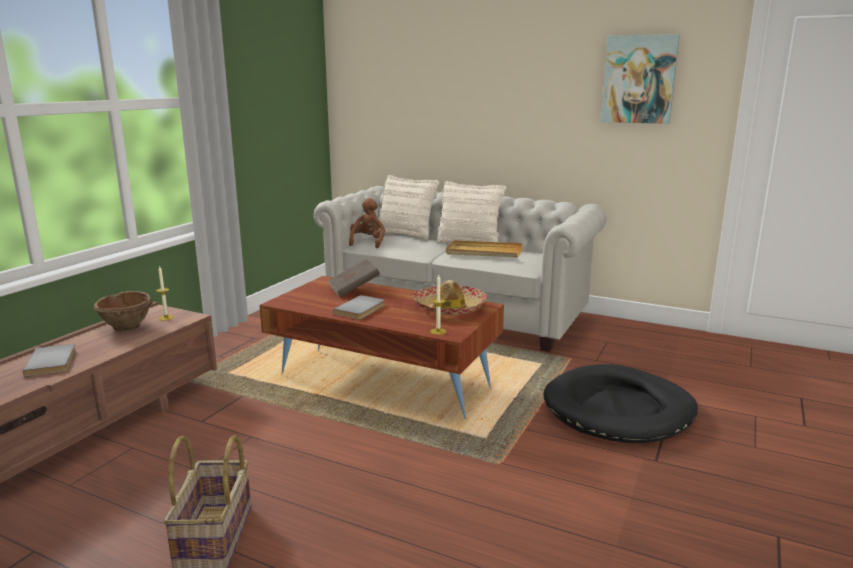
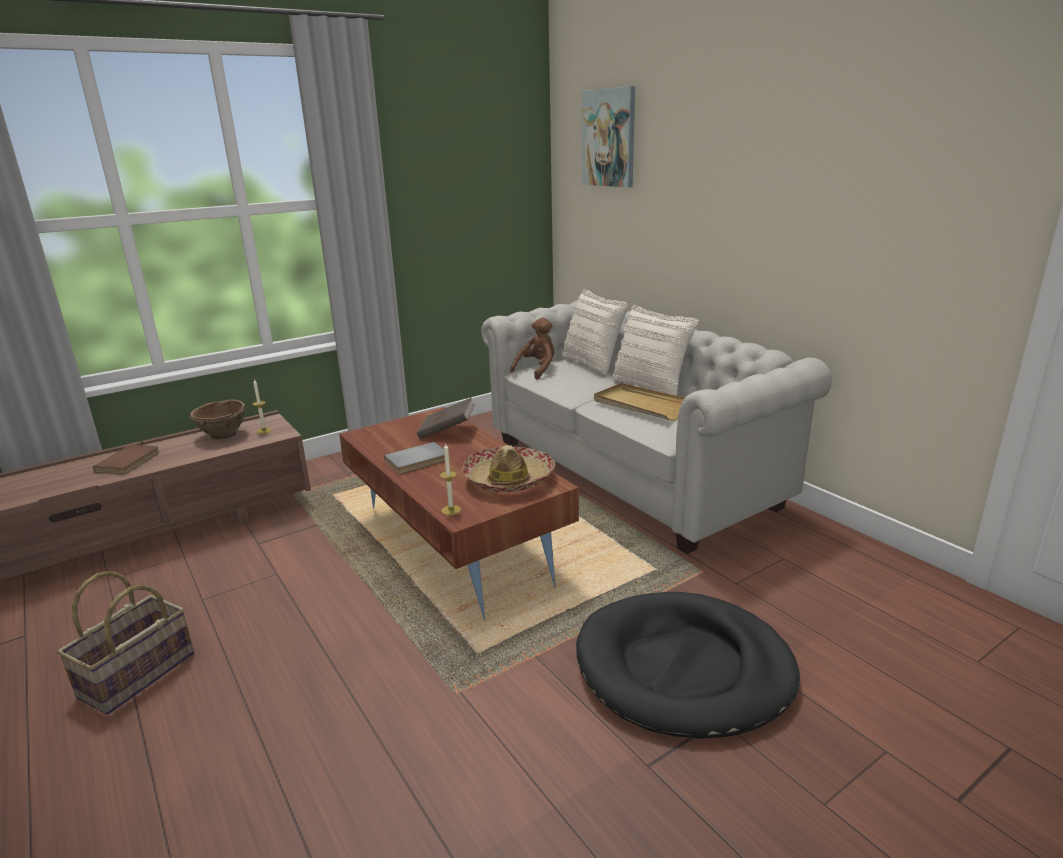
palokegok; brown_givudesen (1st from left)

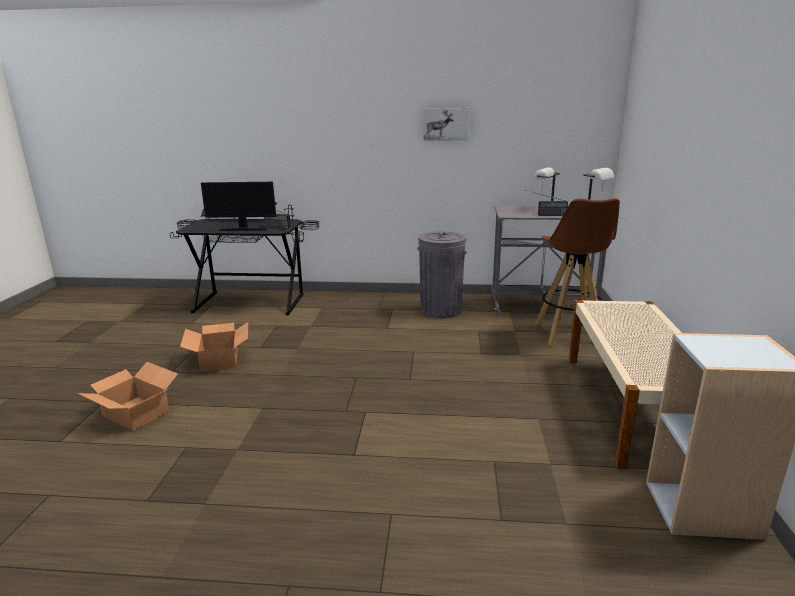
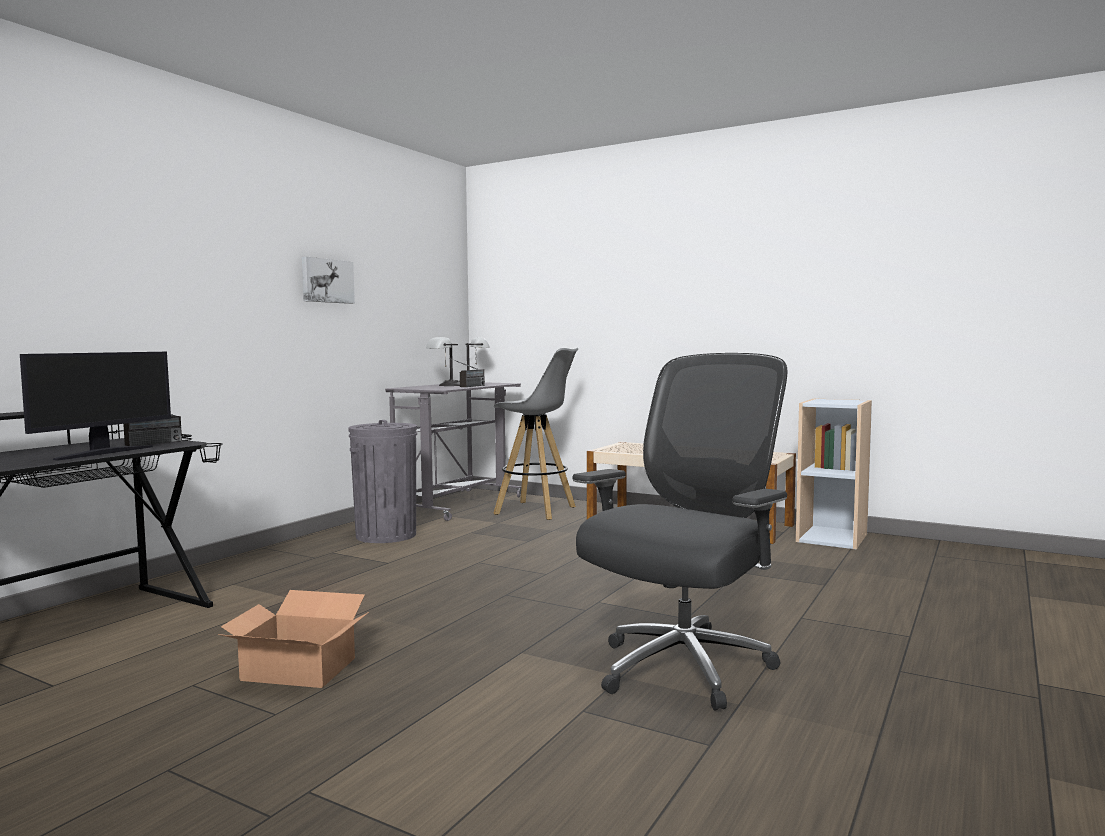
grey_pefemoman; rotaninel (1st from left in the first image); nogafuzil

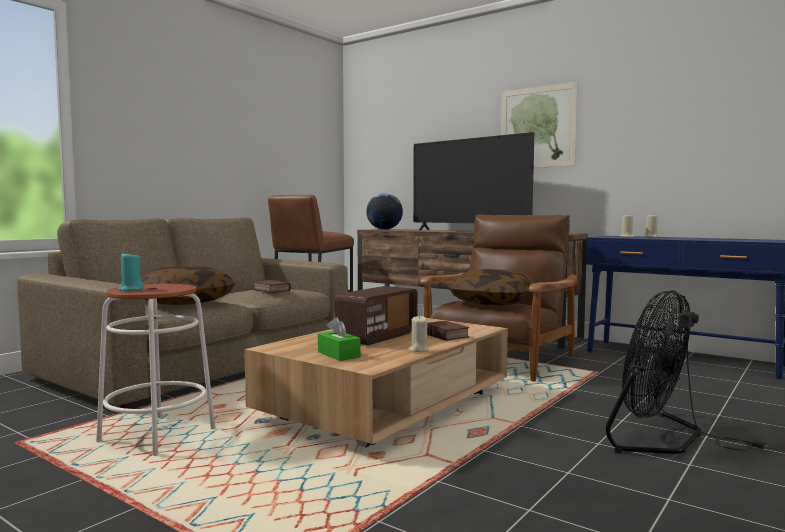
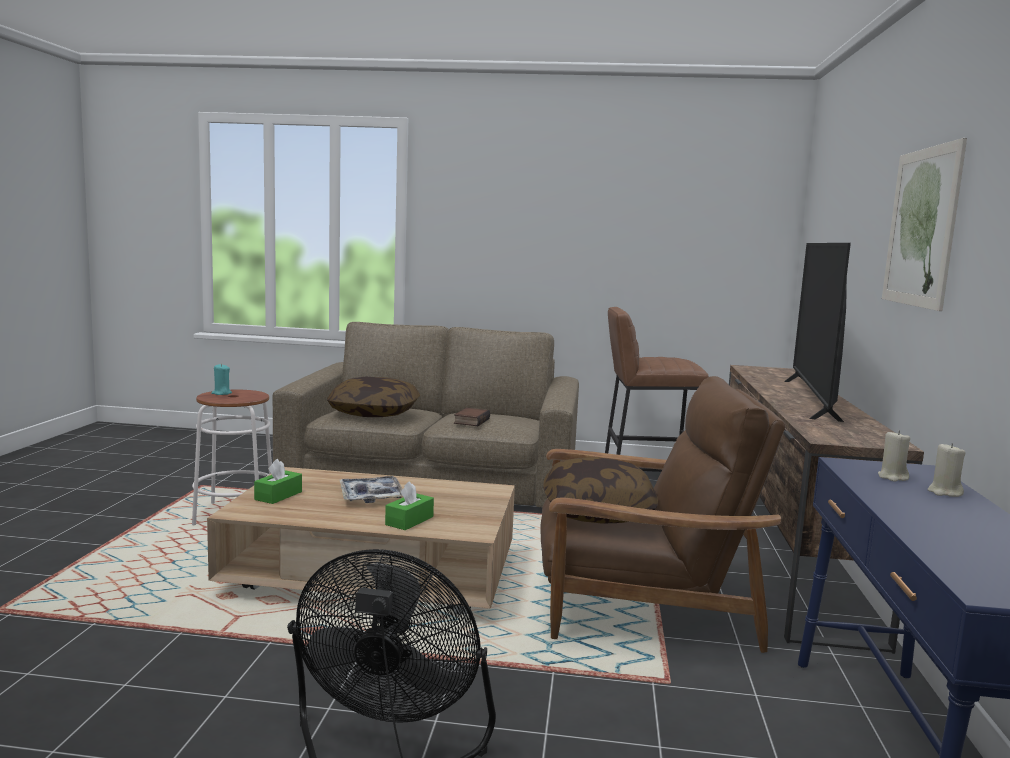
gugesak; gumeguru; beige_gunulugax (1st from left in the first image); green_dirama (2nd from left)

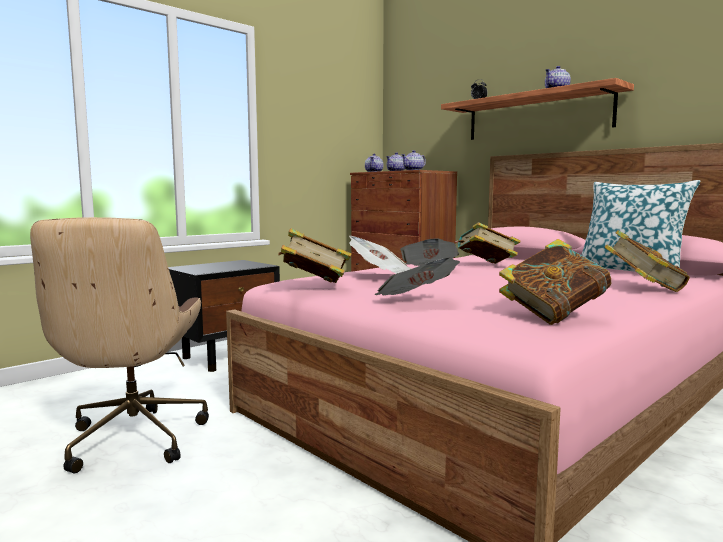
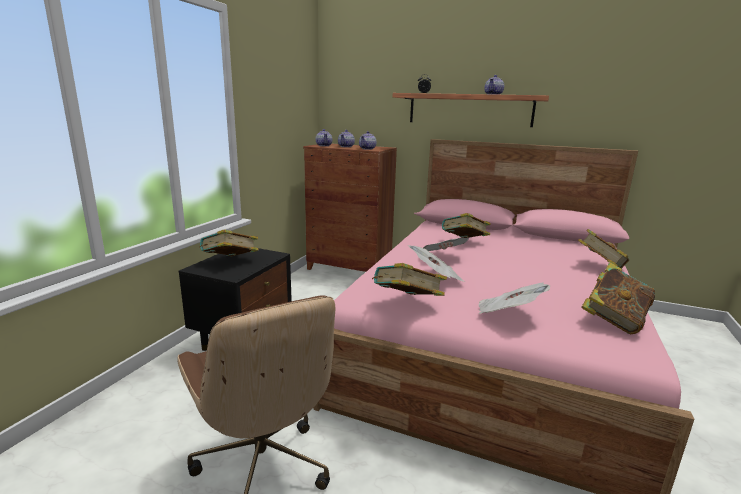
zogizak; givudesen (1st from left)

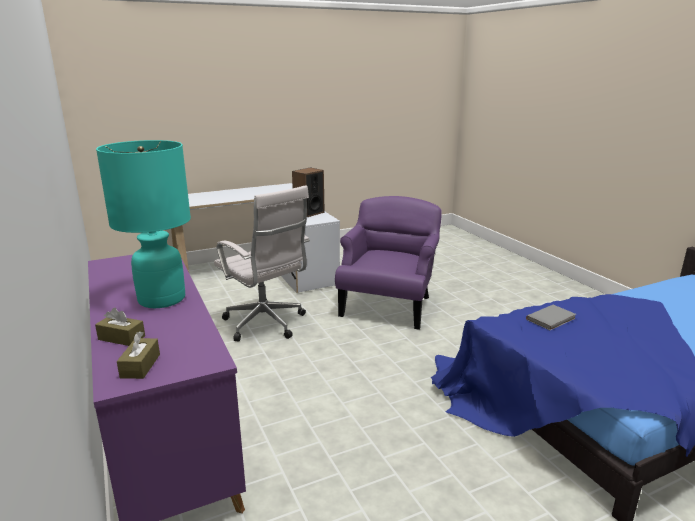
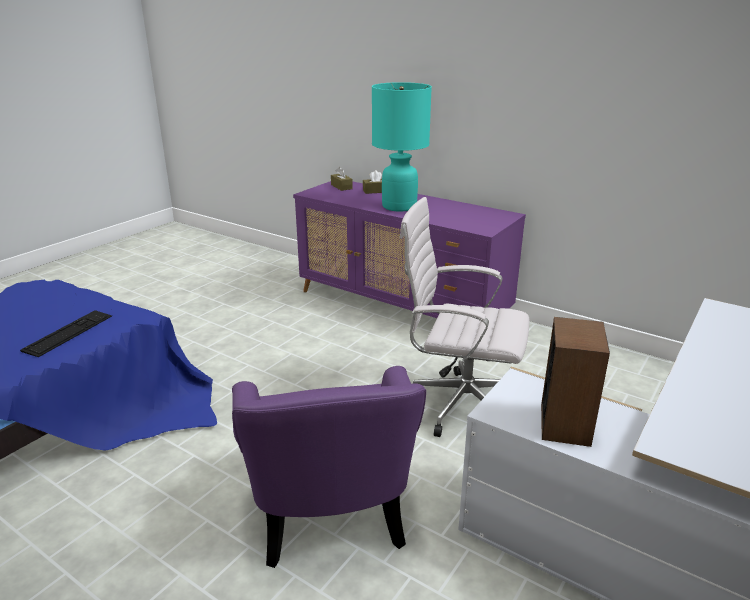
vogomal

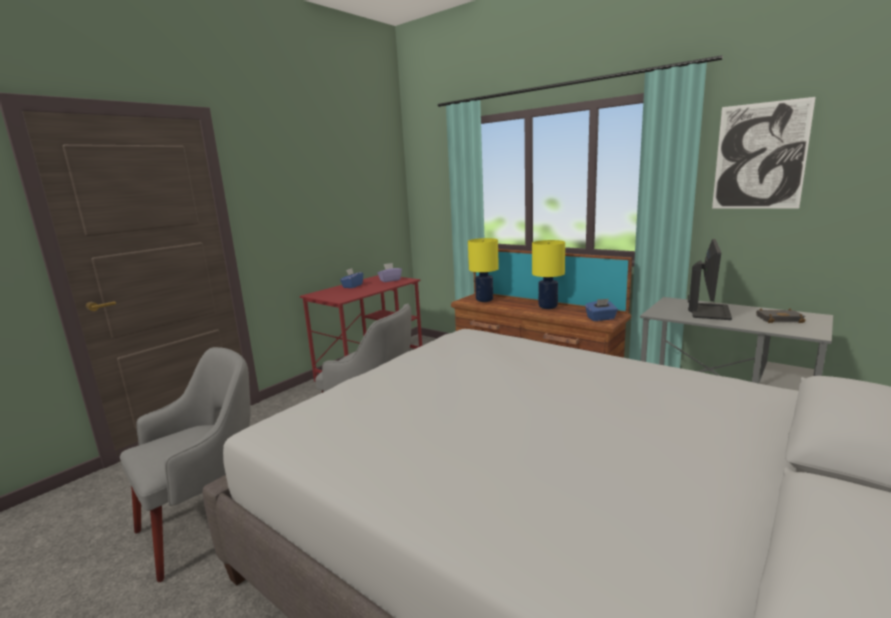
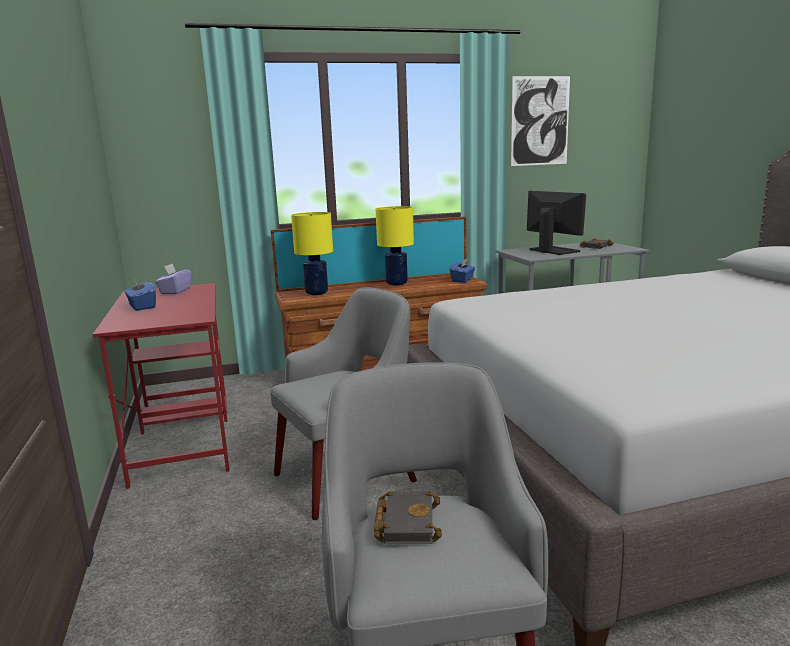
black_givudesen (1st from left)

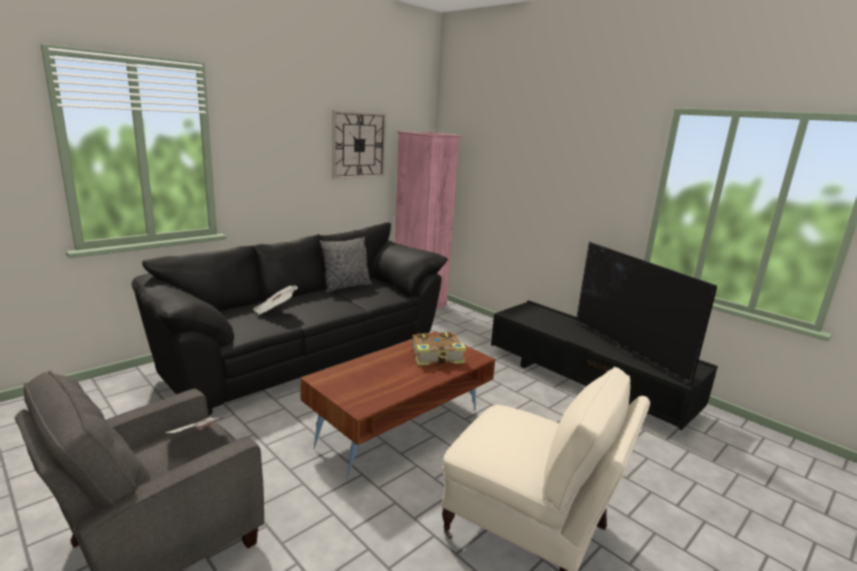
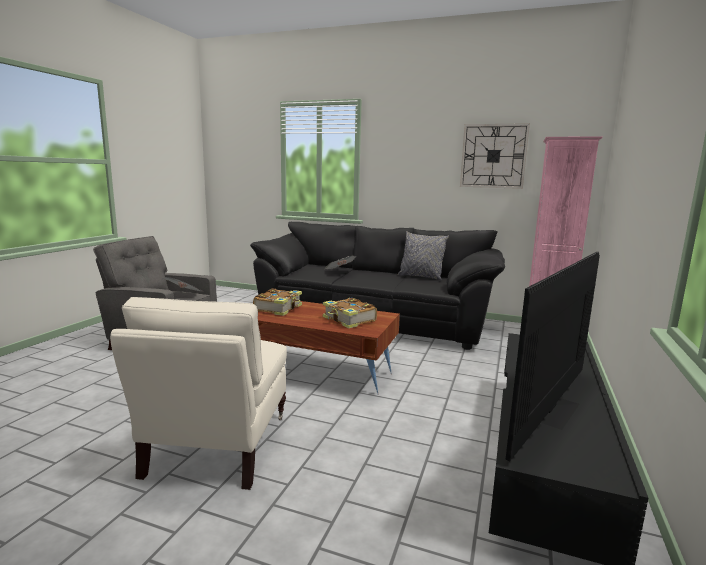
givudesen (1st from left)

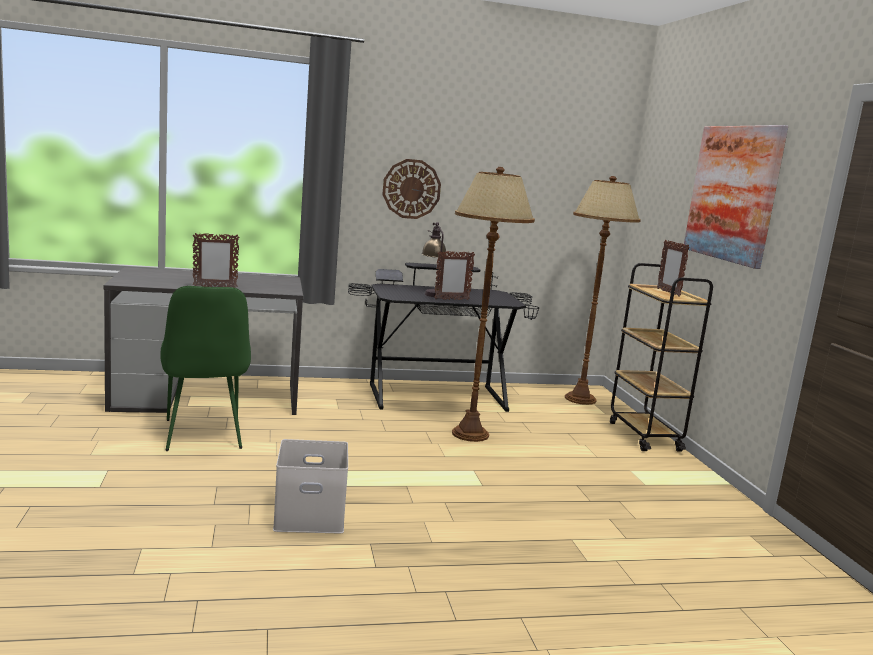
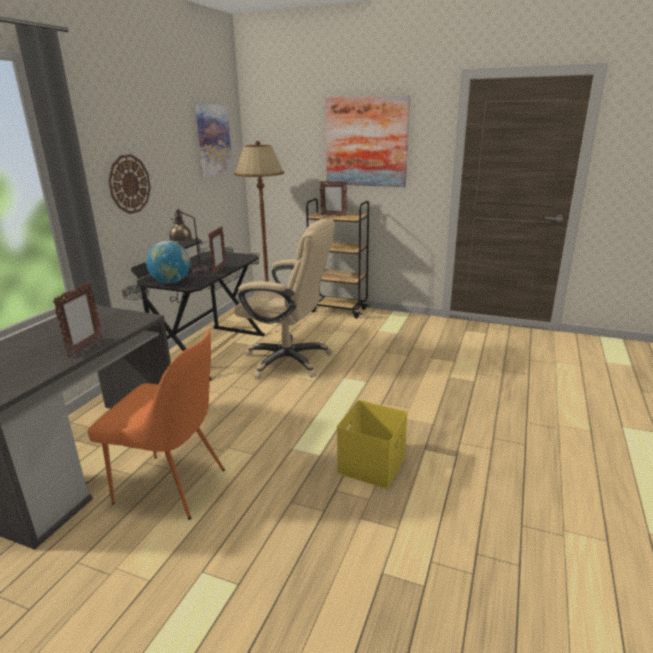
beige_nogafuzil; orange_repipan; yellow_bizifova; palokegok (1st from left); gugesak

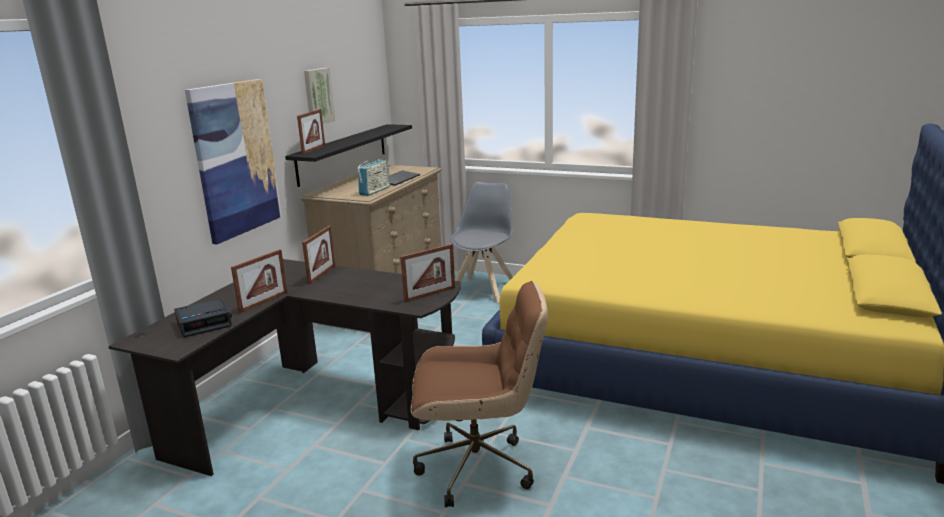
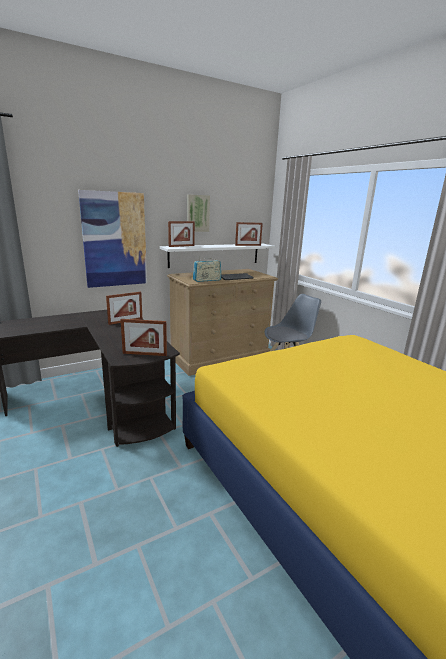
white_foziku; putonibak (4th from left); brown_nogafuzil; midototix

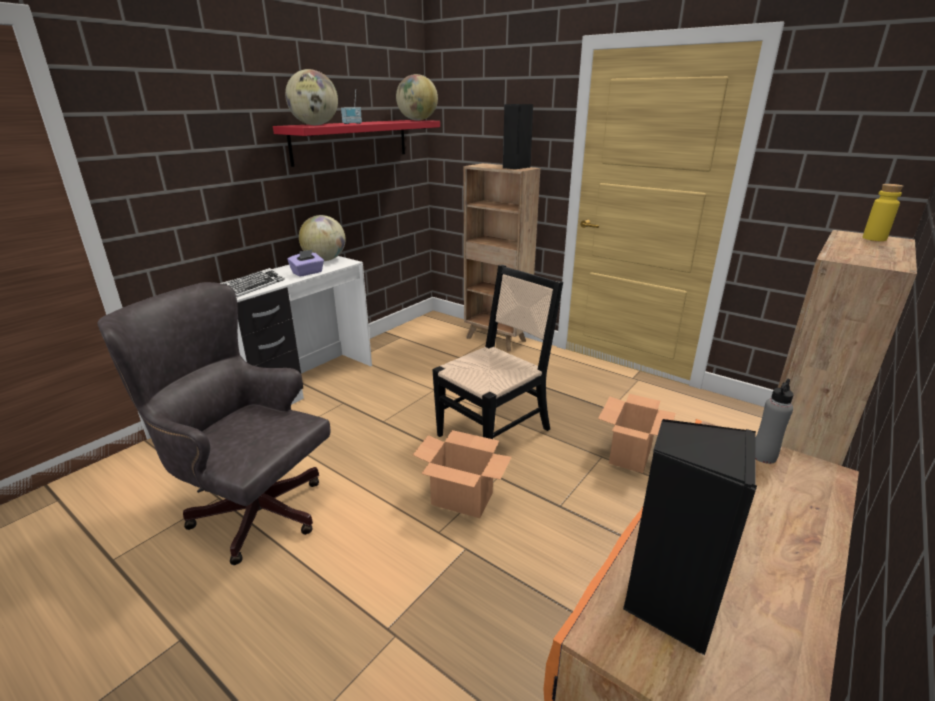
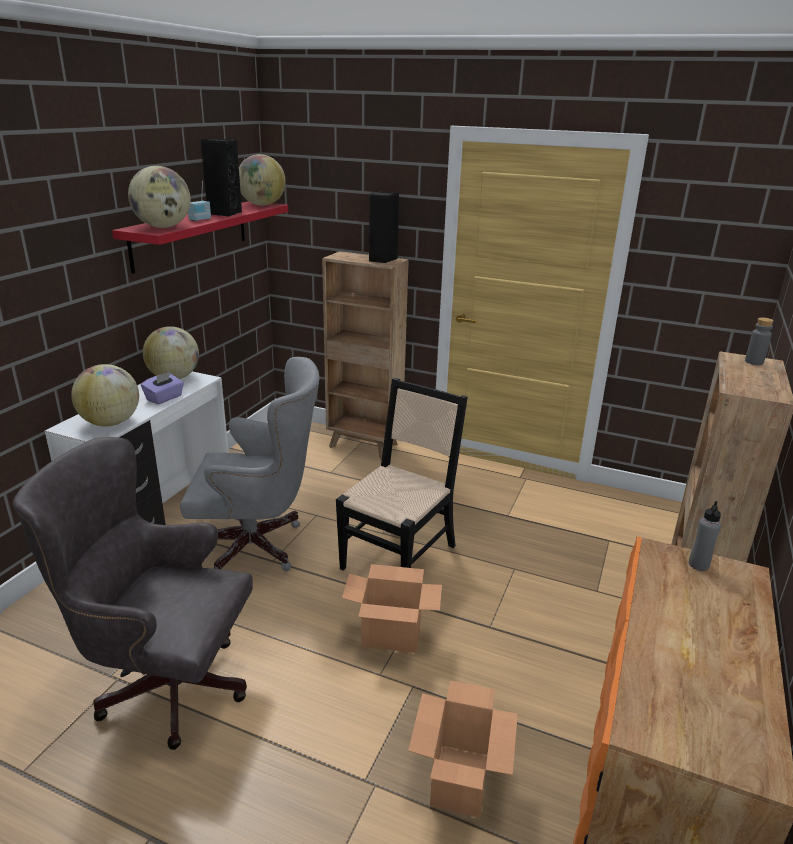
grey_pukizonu (2nd from left); gugesak (1st from left); rotaninel (2nd from left); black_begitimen (1st from left); grey_nogafuzil (2nd from left)

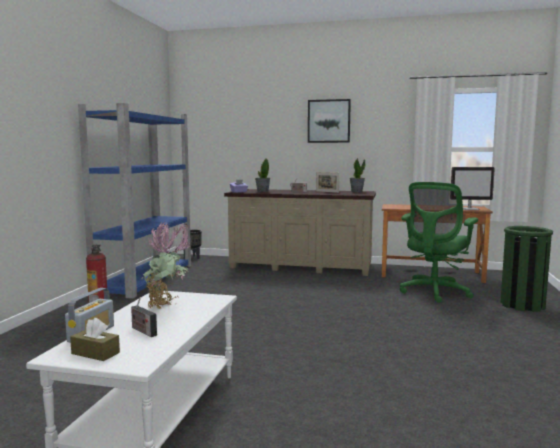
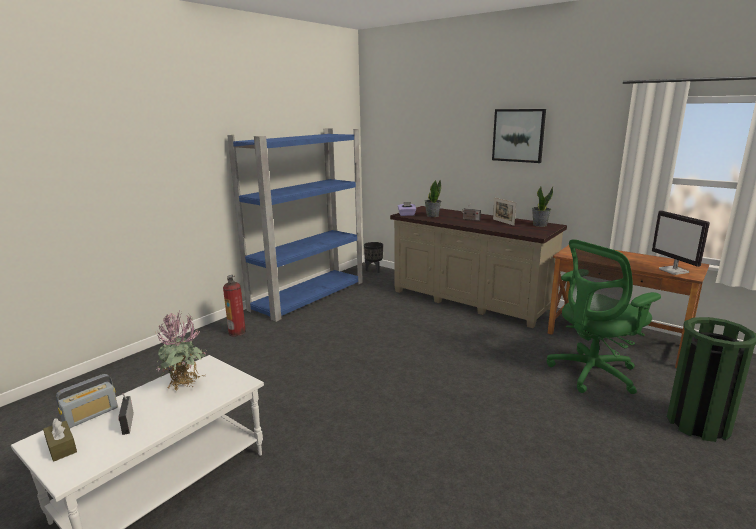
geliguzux

